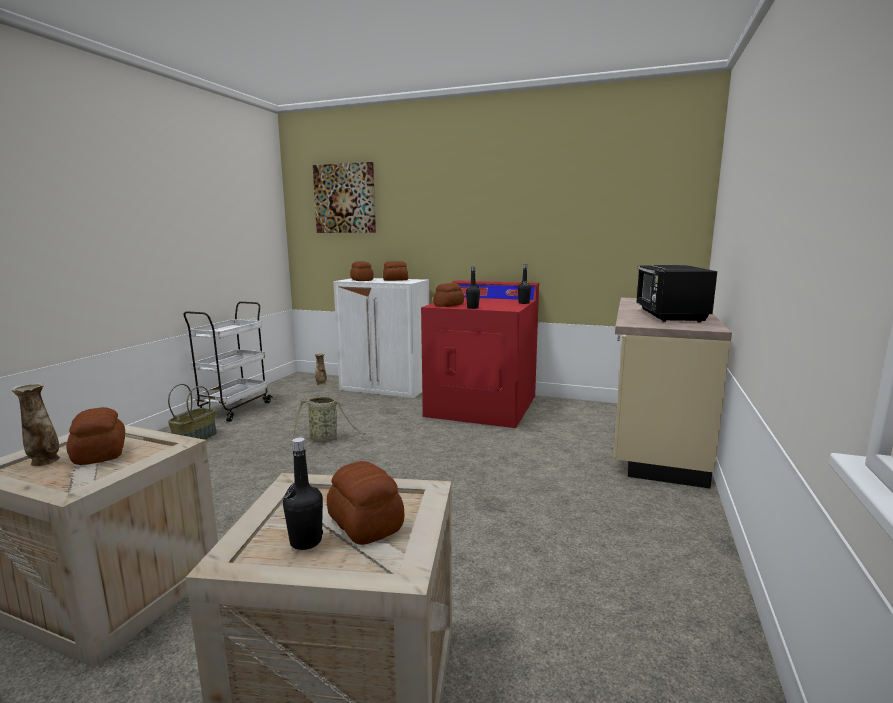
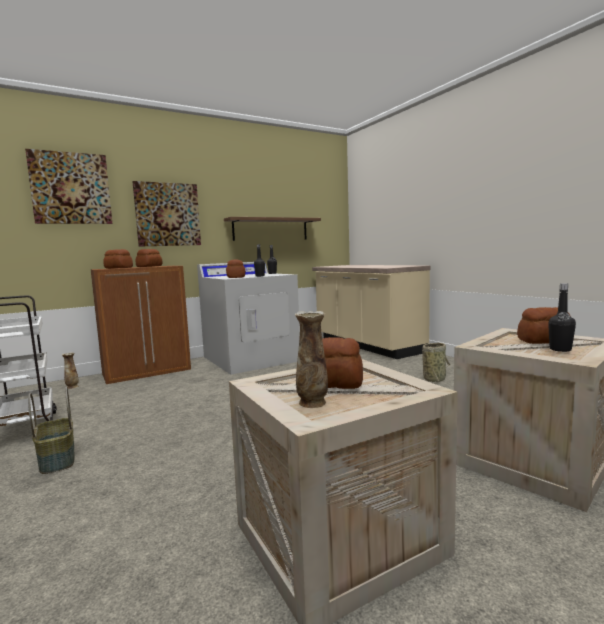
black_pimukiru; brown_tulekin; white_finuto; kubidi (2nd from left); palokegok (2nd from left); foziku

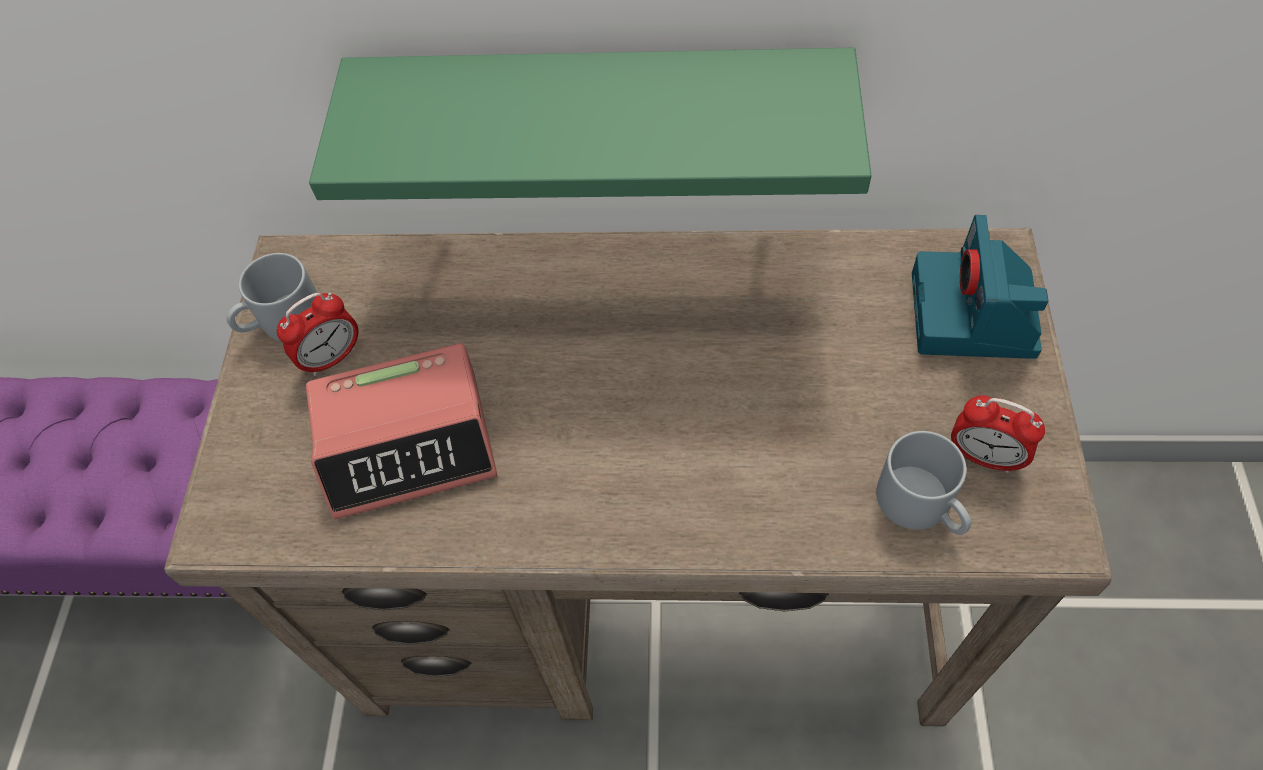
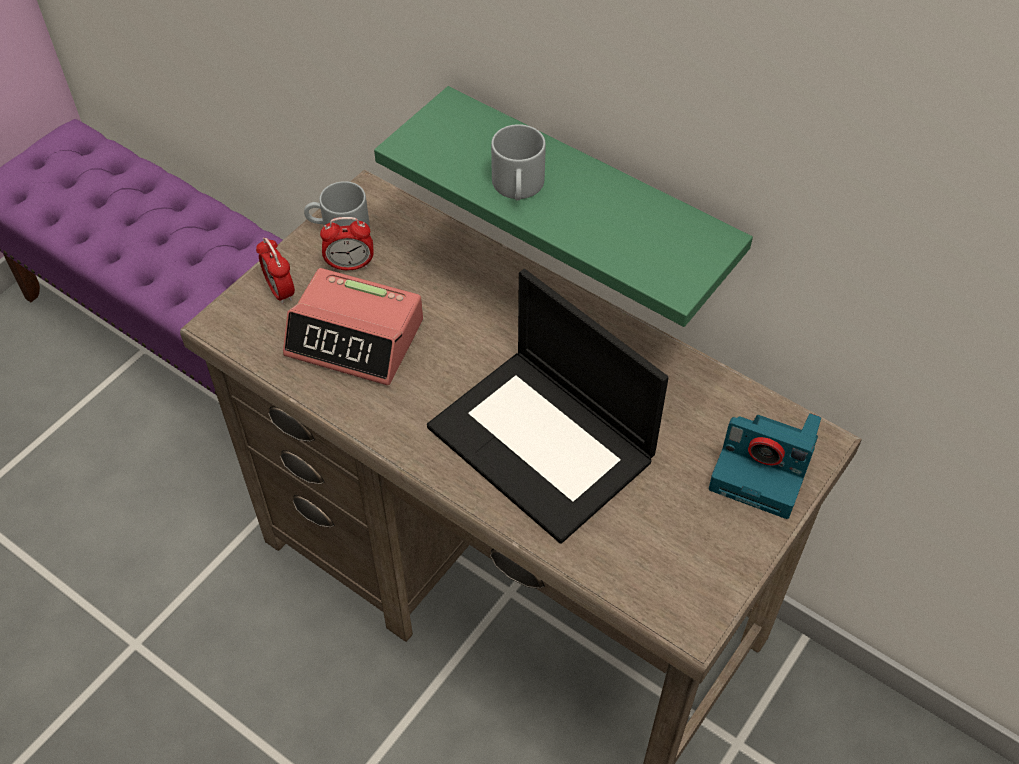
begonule; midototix (1st from left); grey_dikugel (2nd from left); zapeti

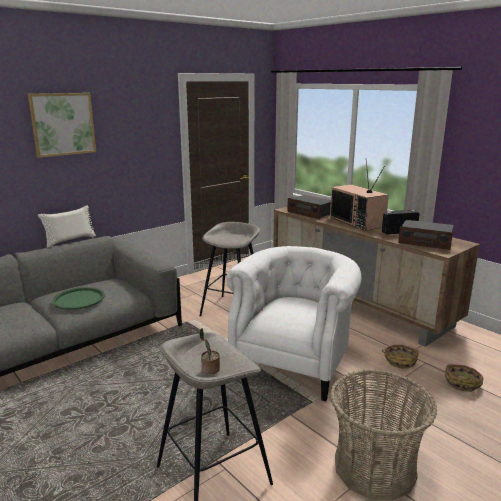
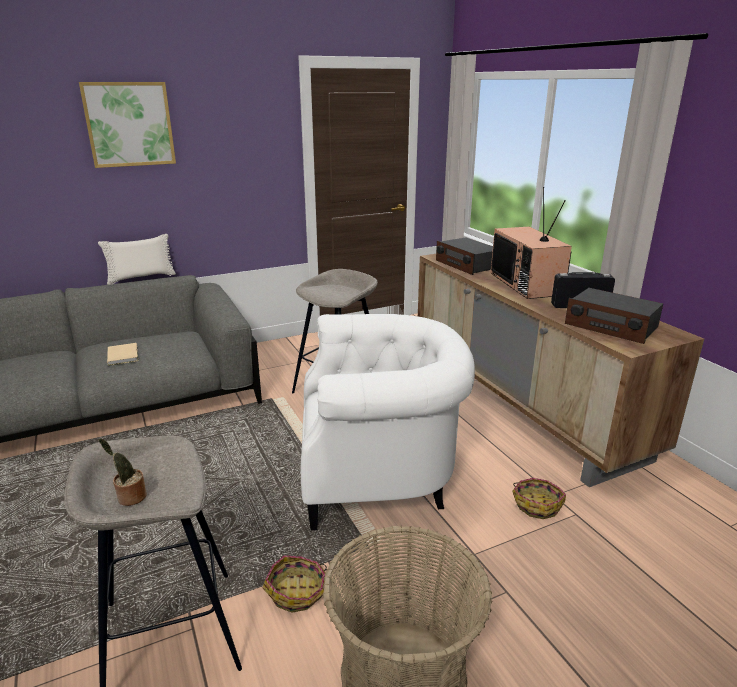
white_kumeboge; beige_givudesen; kubidi (1st from left)

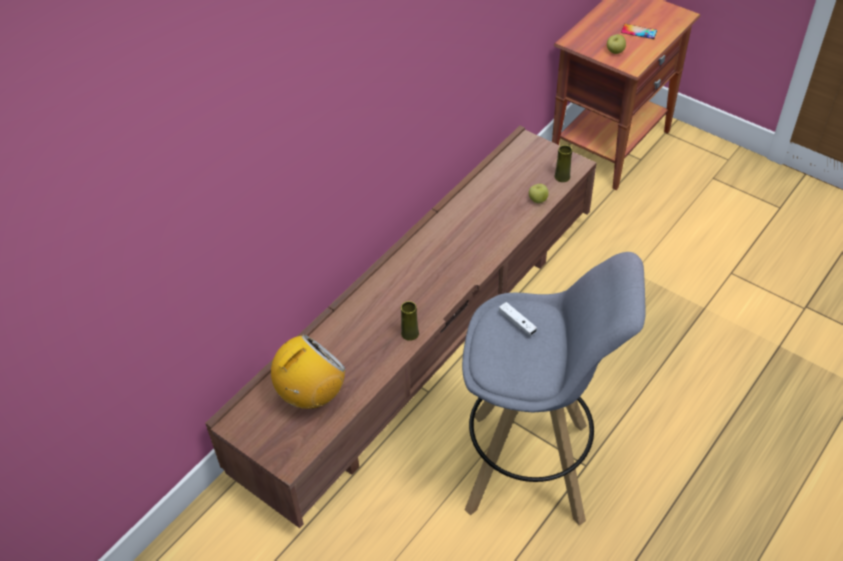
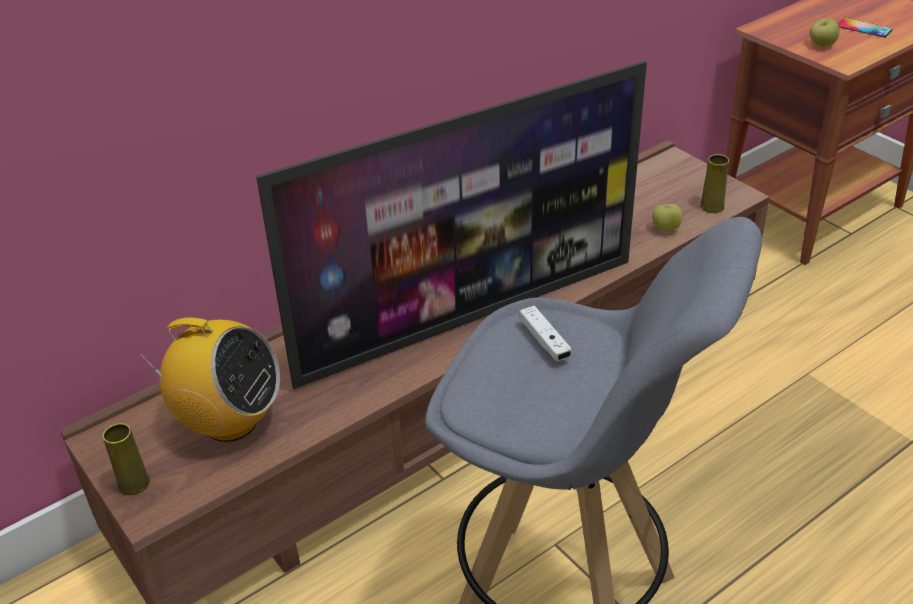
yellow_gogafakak (1st from left); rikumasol; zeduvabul

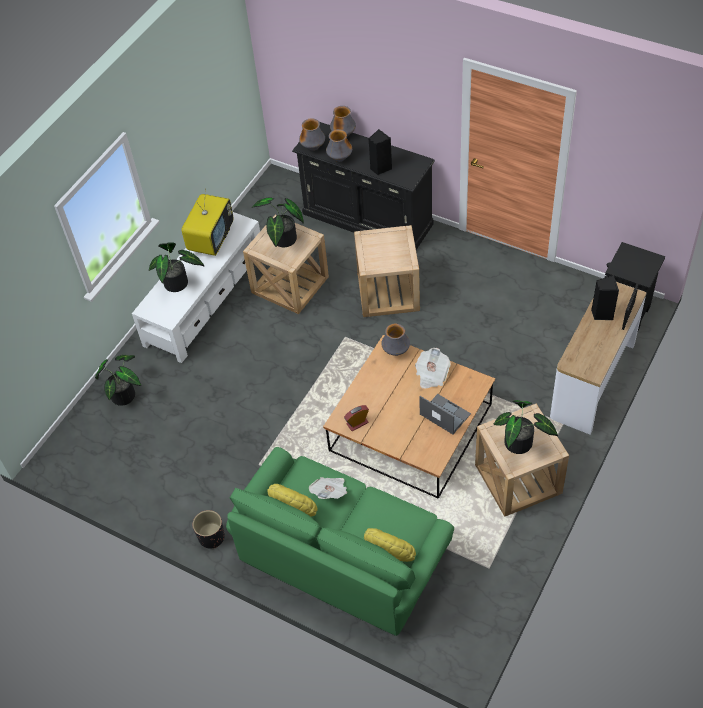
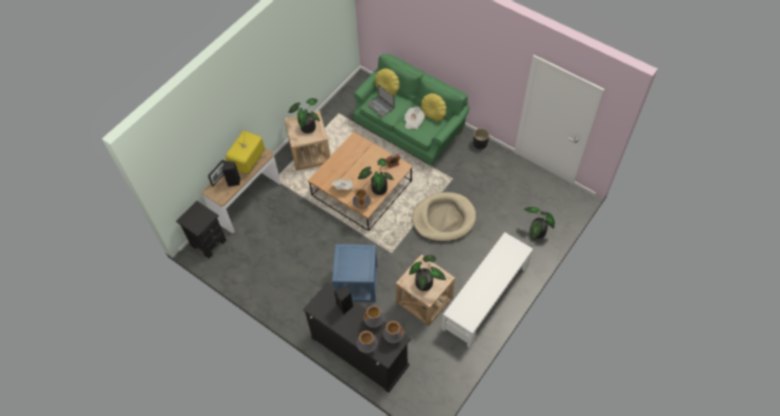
zeduvabul; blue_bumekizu; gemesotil (2nd from left); zapeti; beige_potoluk

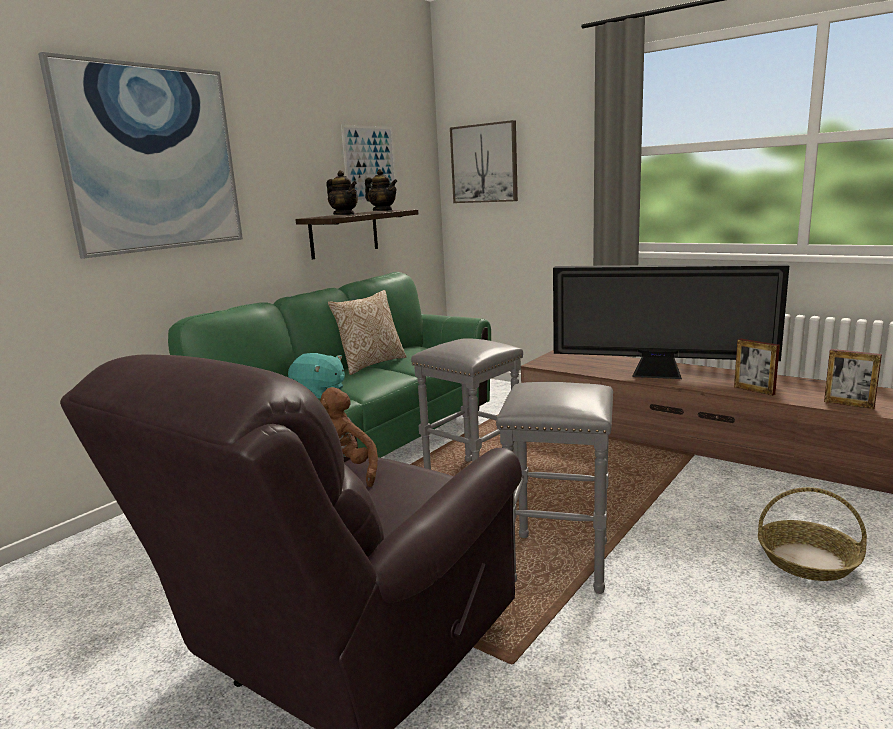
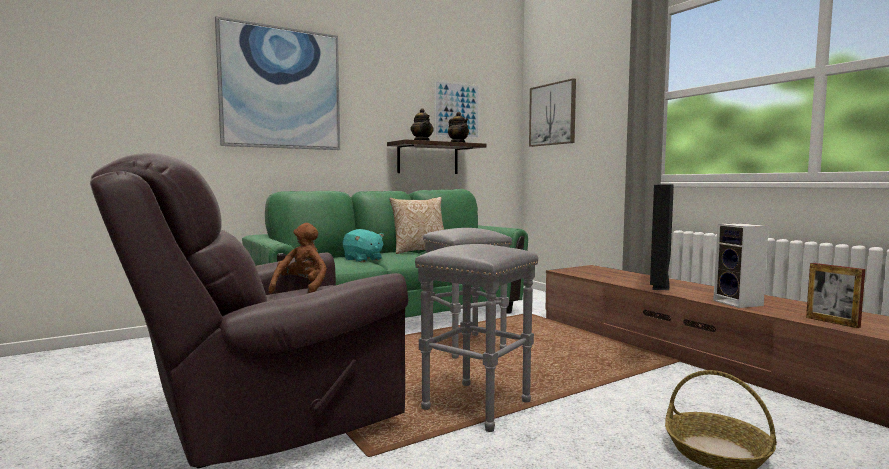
zeduvabul; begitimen

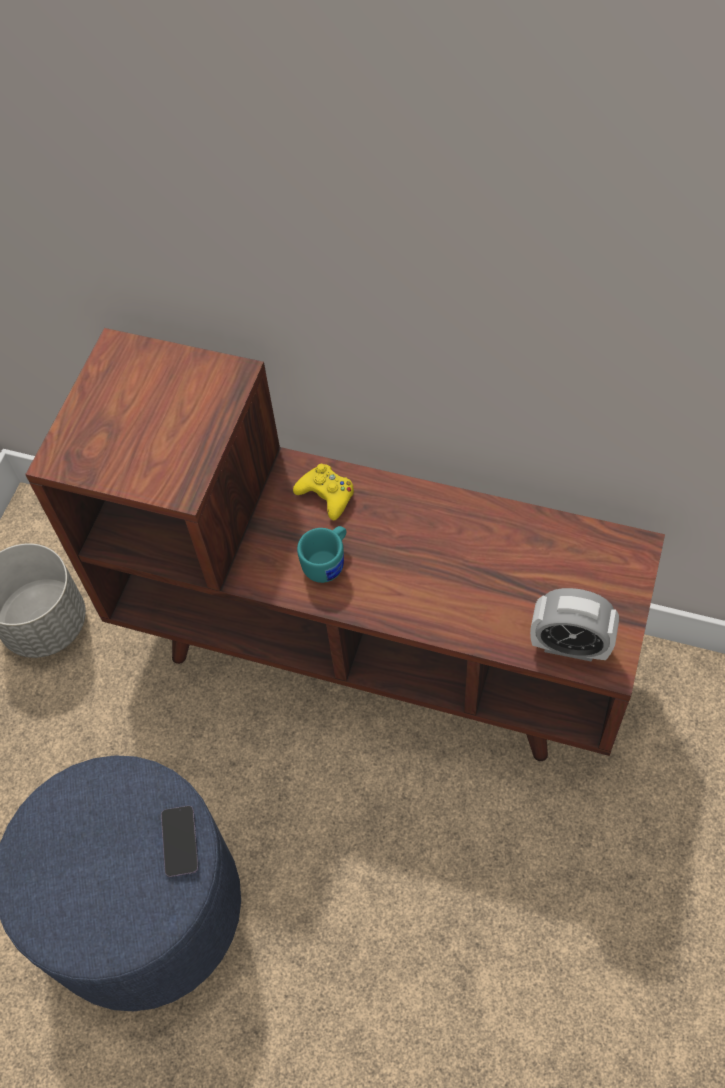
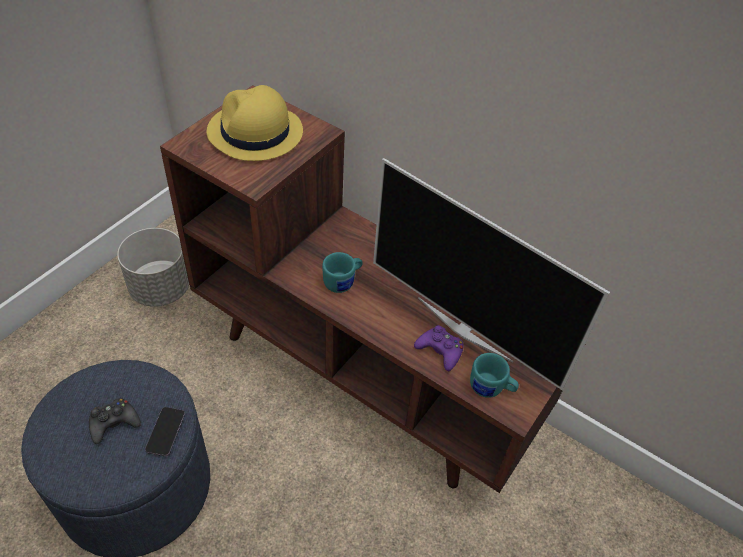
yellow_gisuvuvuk; turquoise_dikugel (2nd from left); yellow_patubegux; zeduvabul; purple_gisuvuvuk; black_gisuvuvuk

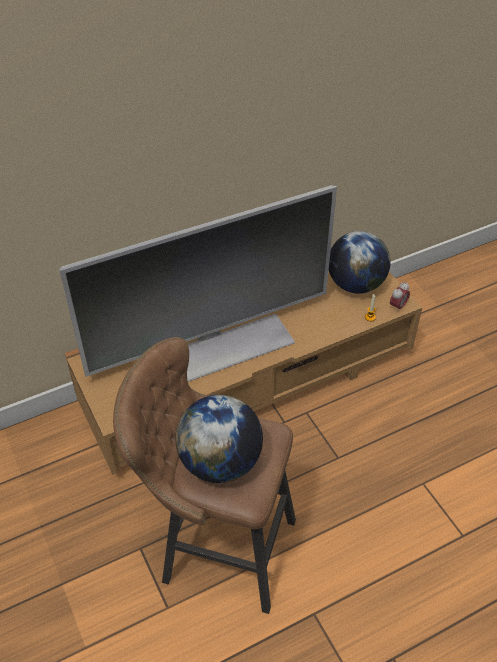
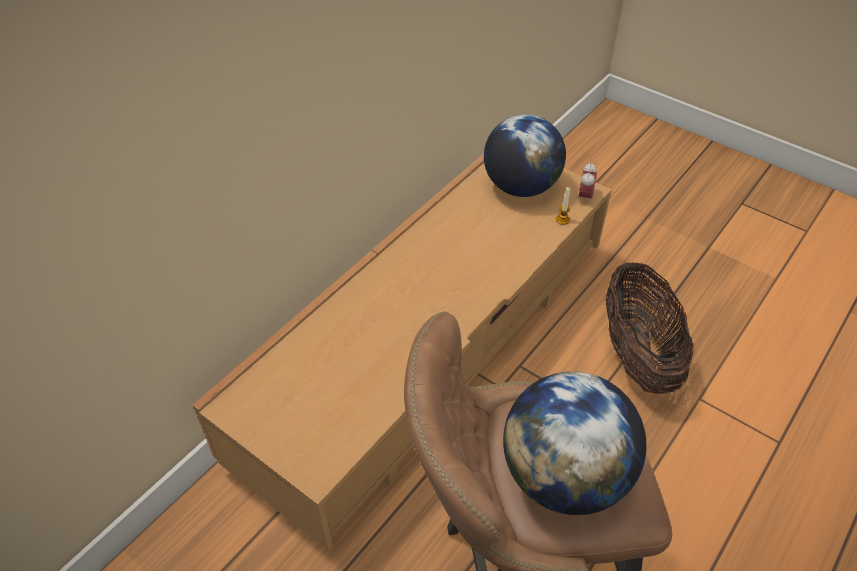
zeduvabul; kubidi

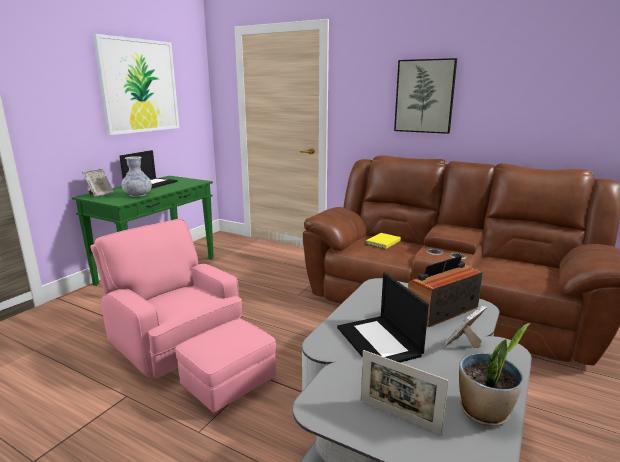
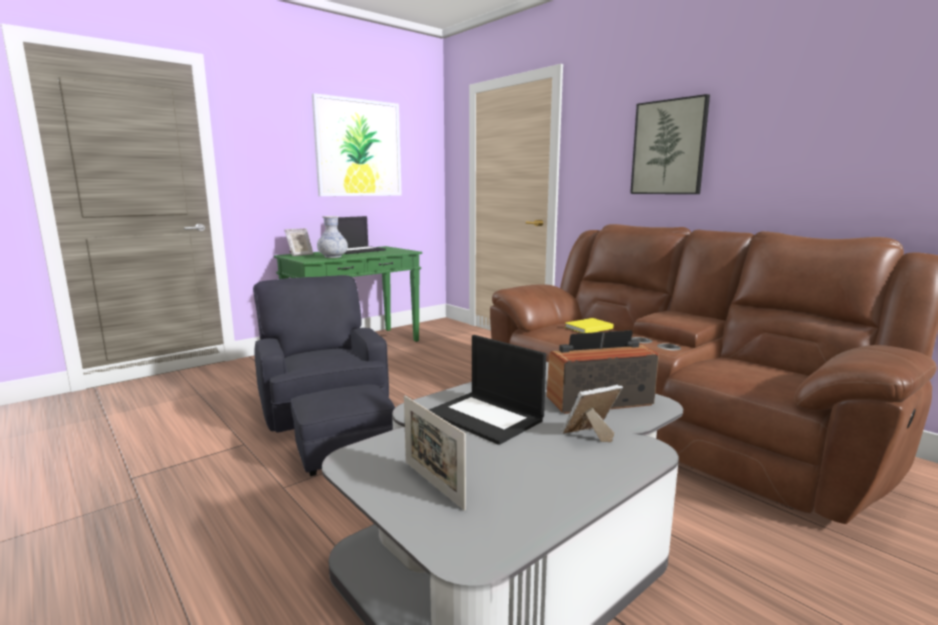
black_kumeboge; zapeti (2nd from left); gemesotil

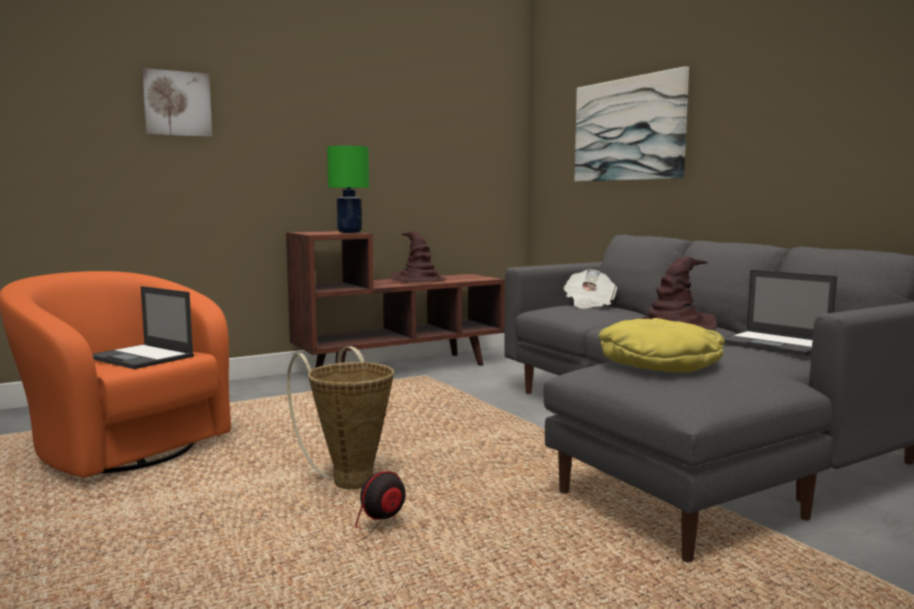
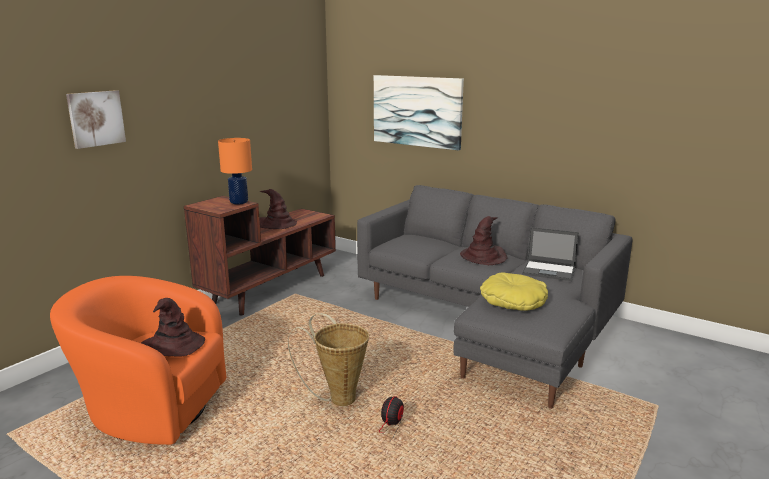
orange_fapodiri; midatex; brown_patubegux (1st from left)

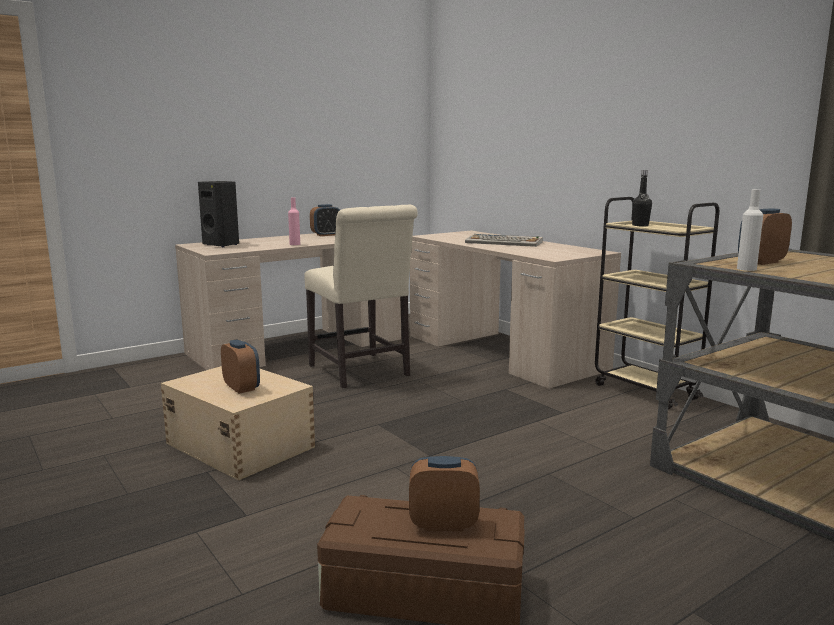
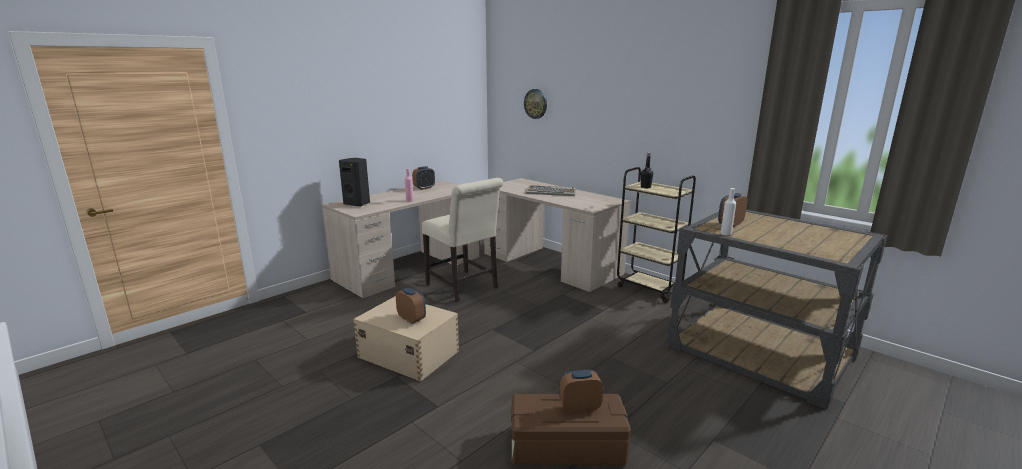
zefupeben

